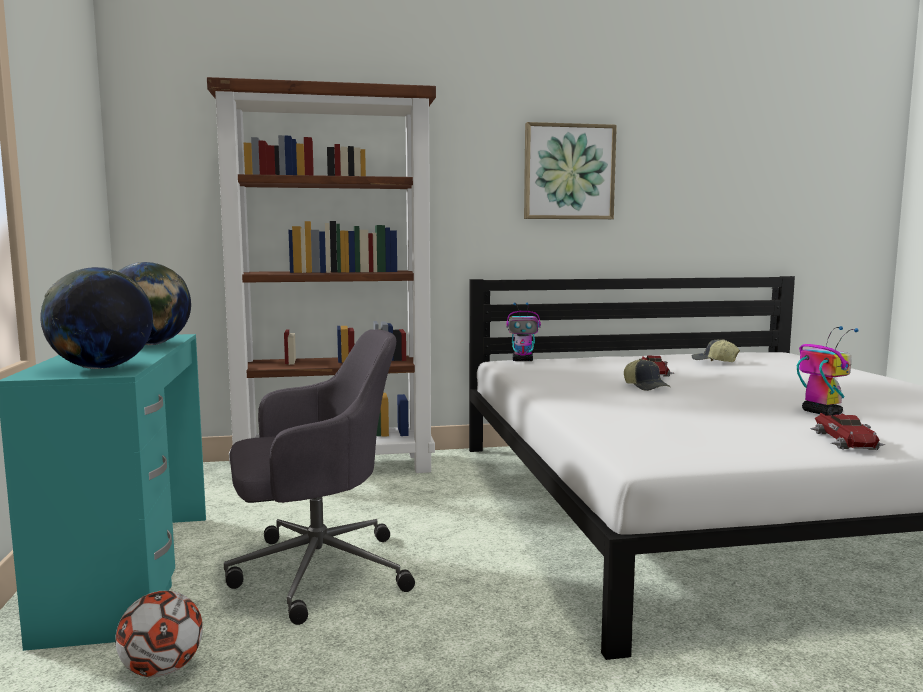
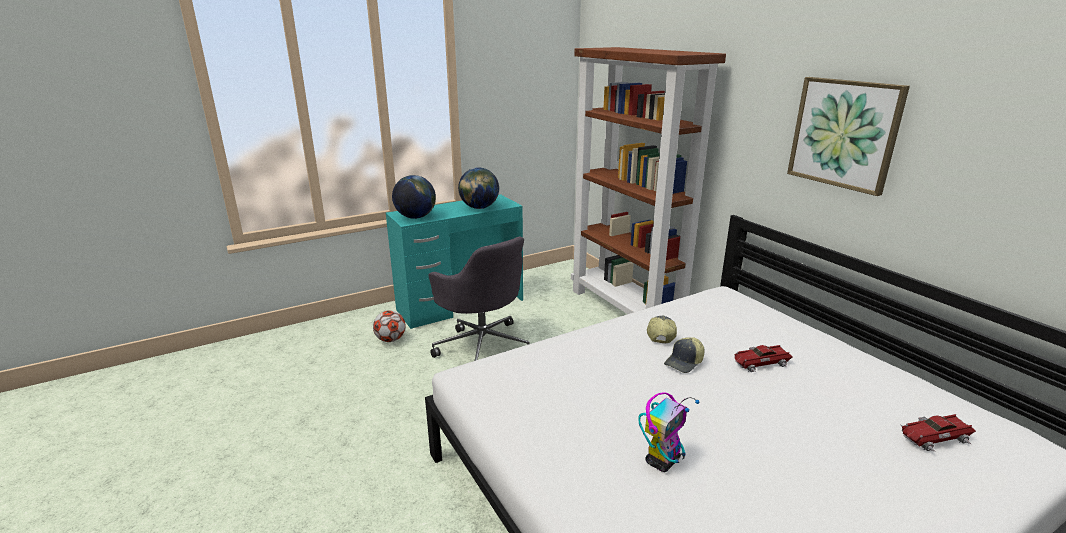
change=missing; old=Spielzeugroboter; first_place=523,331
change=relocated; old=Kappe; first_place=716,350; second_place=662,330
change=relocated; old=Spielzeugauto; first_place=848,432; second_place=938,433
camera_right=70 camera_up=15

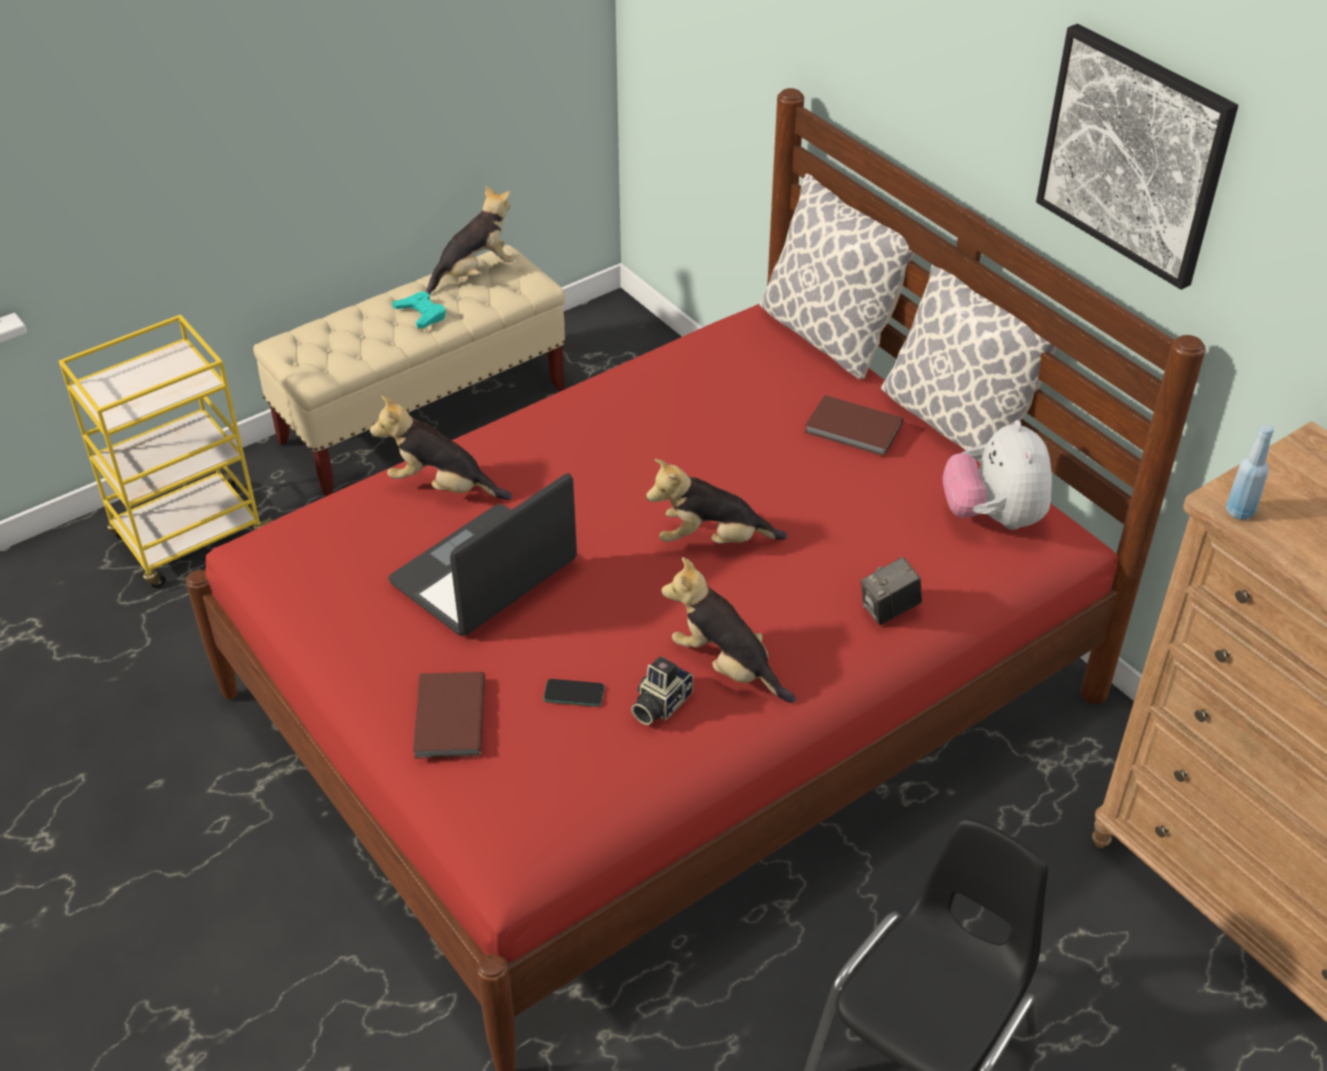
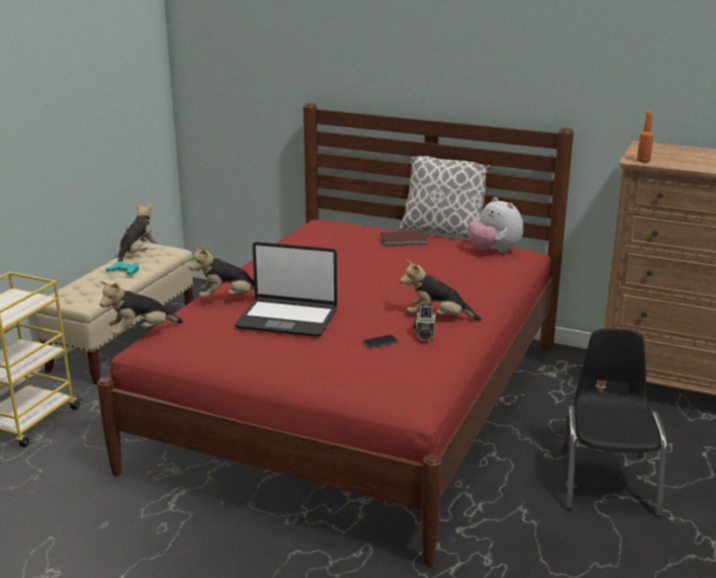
change=missing; old=Buch (braun); first_place=449,715
change=missing; old=Kissen; first_place=837,276
change=missing; old=Kamera; first_place=891,591
change=missing; old=Bild; first_place=1137,157
change=relocated; old=Plüschtier; first_place=716,501; second_place=141,308
change=colour; old=Flasche (blau); new=Flasche (orange); first_place=1250,472; second_place=645,136
change=spun; old=Laptop; first_place=482,554; second_place=286,289; degrees=-90
camera_right=-30 camera_up=-20

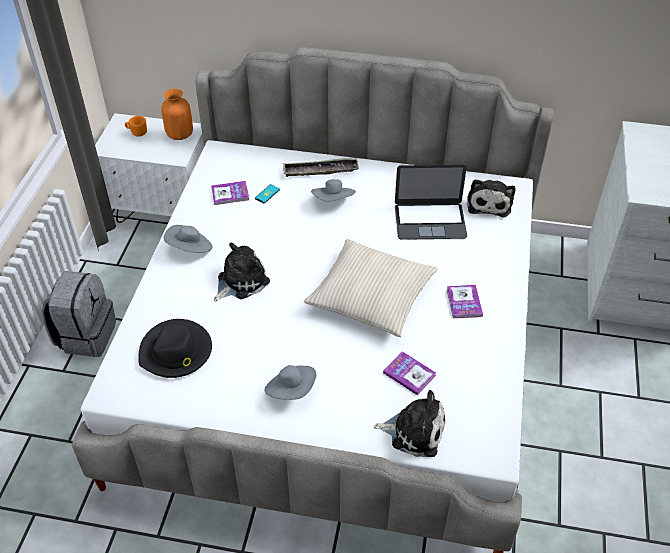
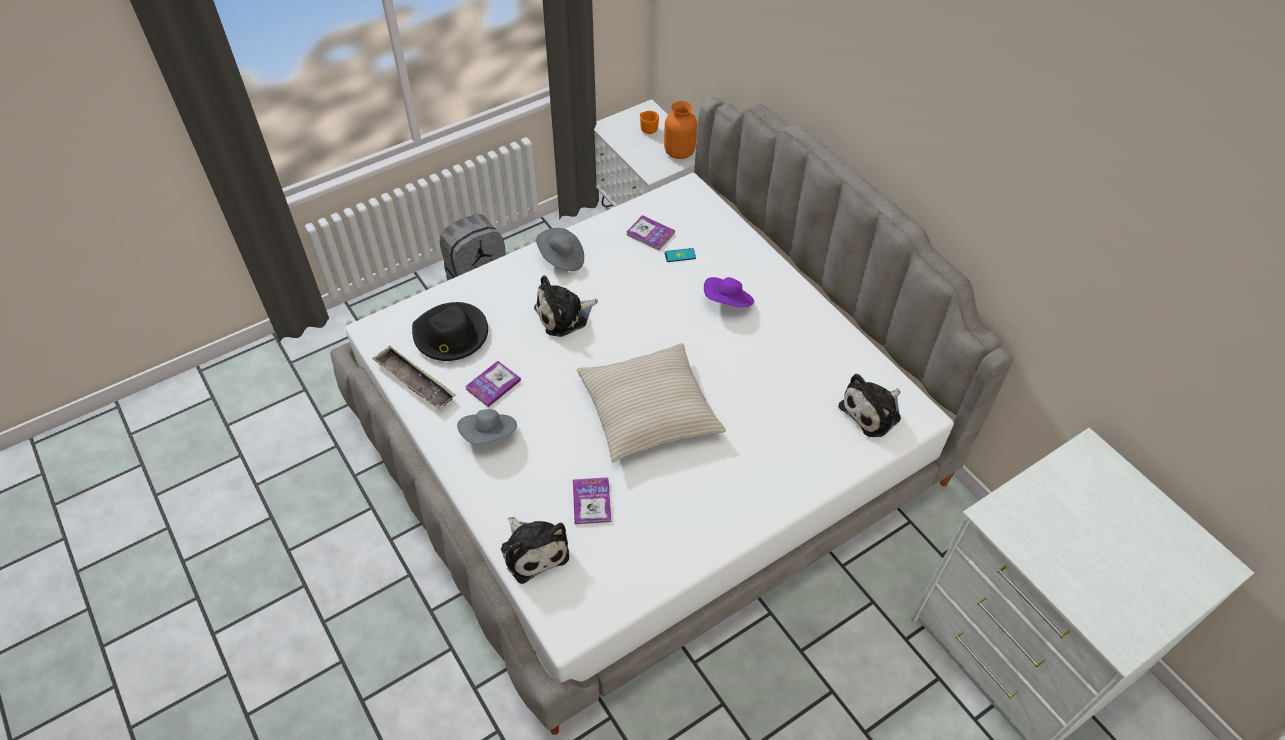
change=missing; old=Laptop; first_place=431,202
change=relocated; old=Tablett; first_place=321,167; second_place=414,377
change=relocated; old=Buch; first_place=465,301; second_place=493,384
change=colour; old=Hut (grau); new=Hut (lila); first_place=333,190; second_place=729,292
change=spun; old=Plüschtier; first_place=242,272; second_place=566,306; degrees=150
camera_right=45 camera_up=5

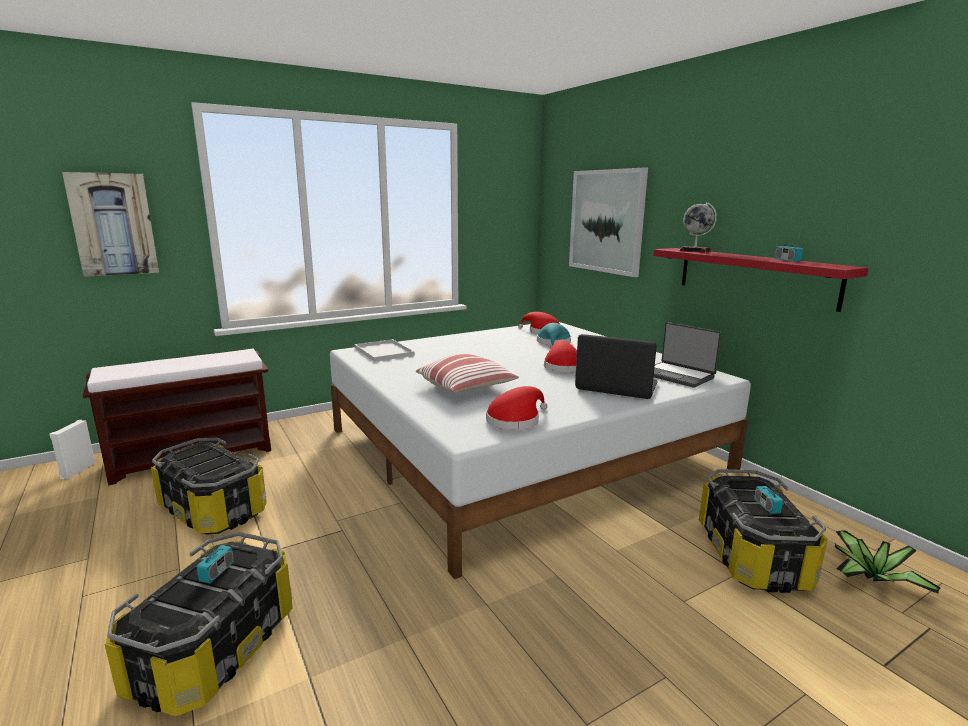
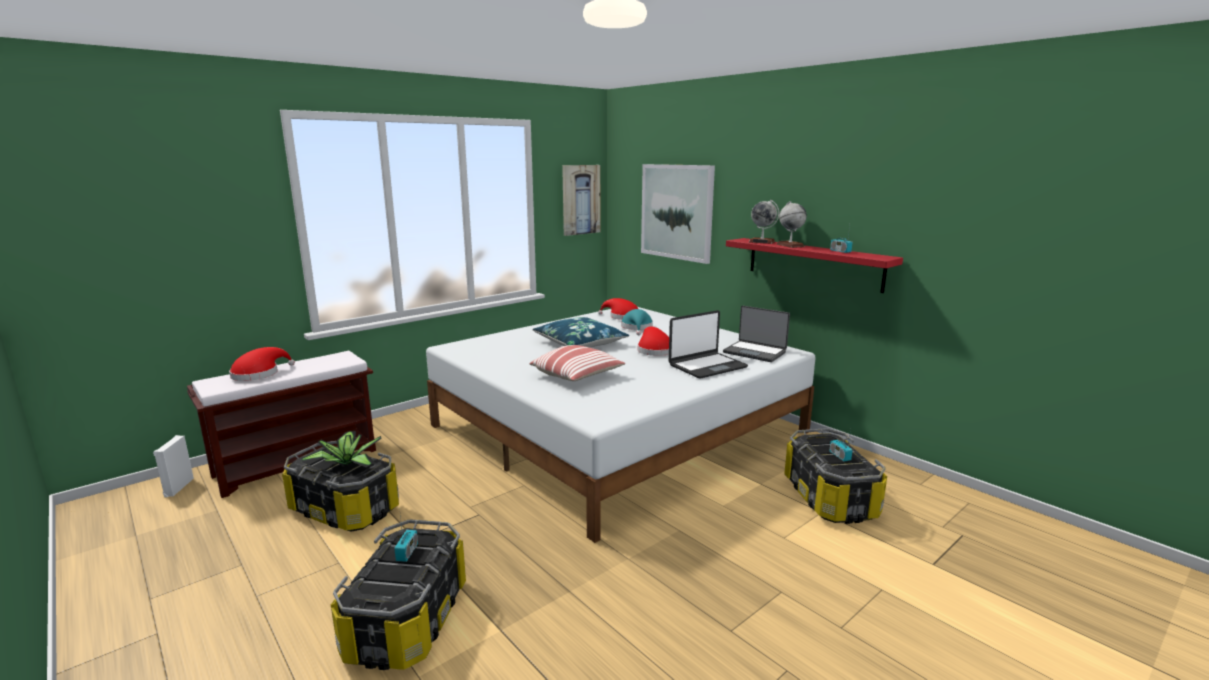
change=missing; old=Tablett (weiß); first_place=385,350
change=appeared; new=Kissen (blau); second_place=580,332
change=appeared; new=Globus; second_place=791,224
change=relocated; old=Bild; first_place=110,224; second_place=581,200
change=relocated; old=Hut (rot); first_place=516,408; second_place=262,364
change=relocated; old=Topfpflanze; first_place=887,562; second_place=341,449
change=spun; old=Laptop; first_place=616,366; second_place=708,344; degrees=135
camera_right=-10 camera_up=0

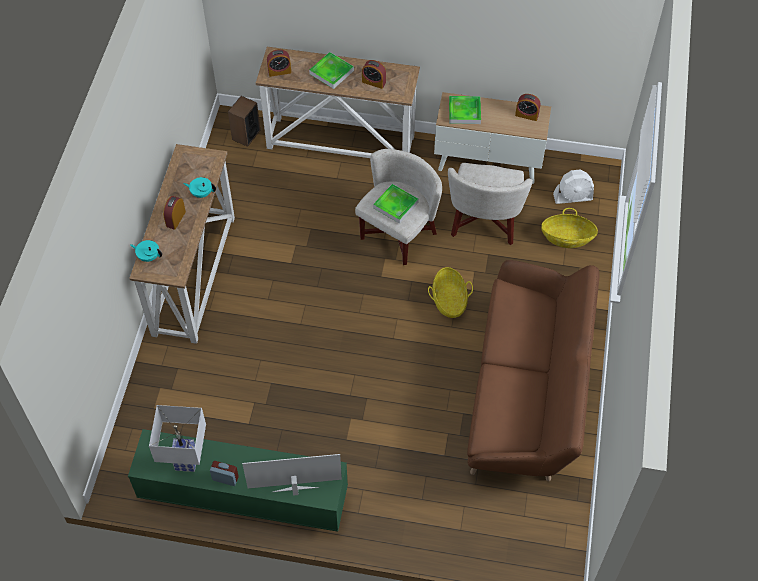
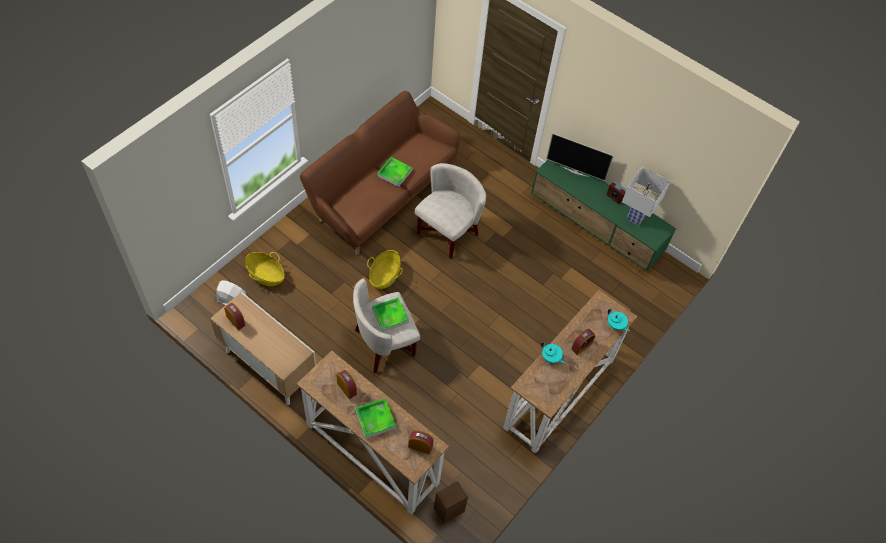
change=relocated; old=Sessel (weiß); first_place=490,204; second_place=450,210
change=relocated; old=Tablett; first_place=465,110; second_place=394,172
camera_right=-155 camera_up=0

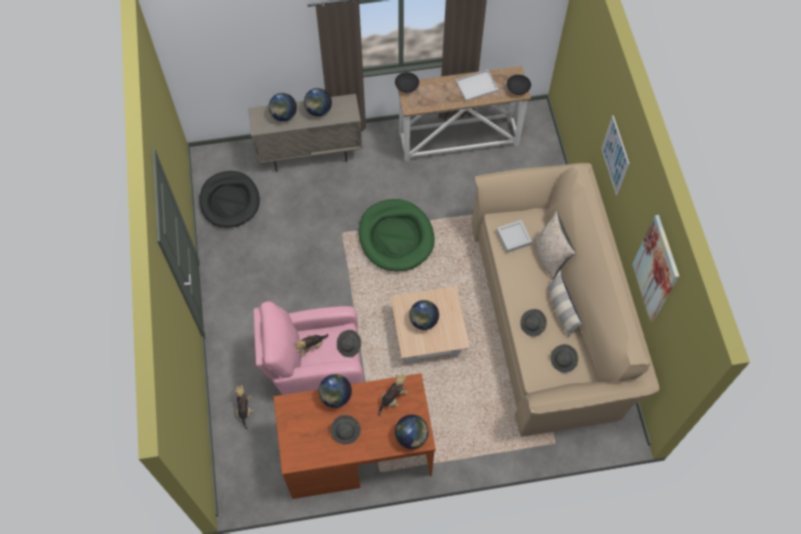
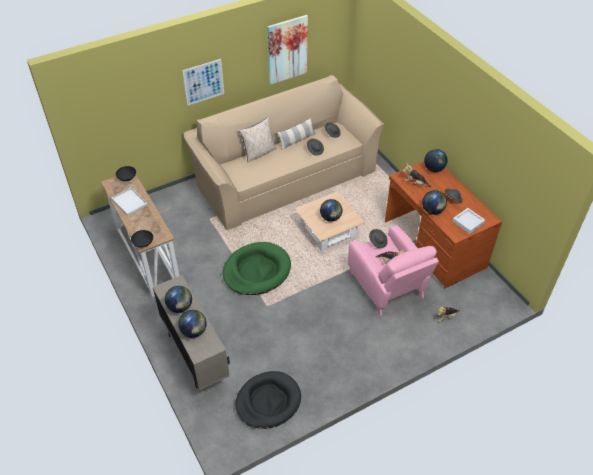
change=relocated; old=Tablett (grau); first_place=514,236; second_place=468,221
camera_right=-110 camera_up=-15

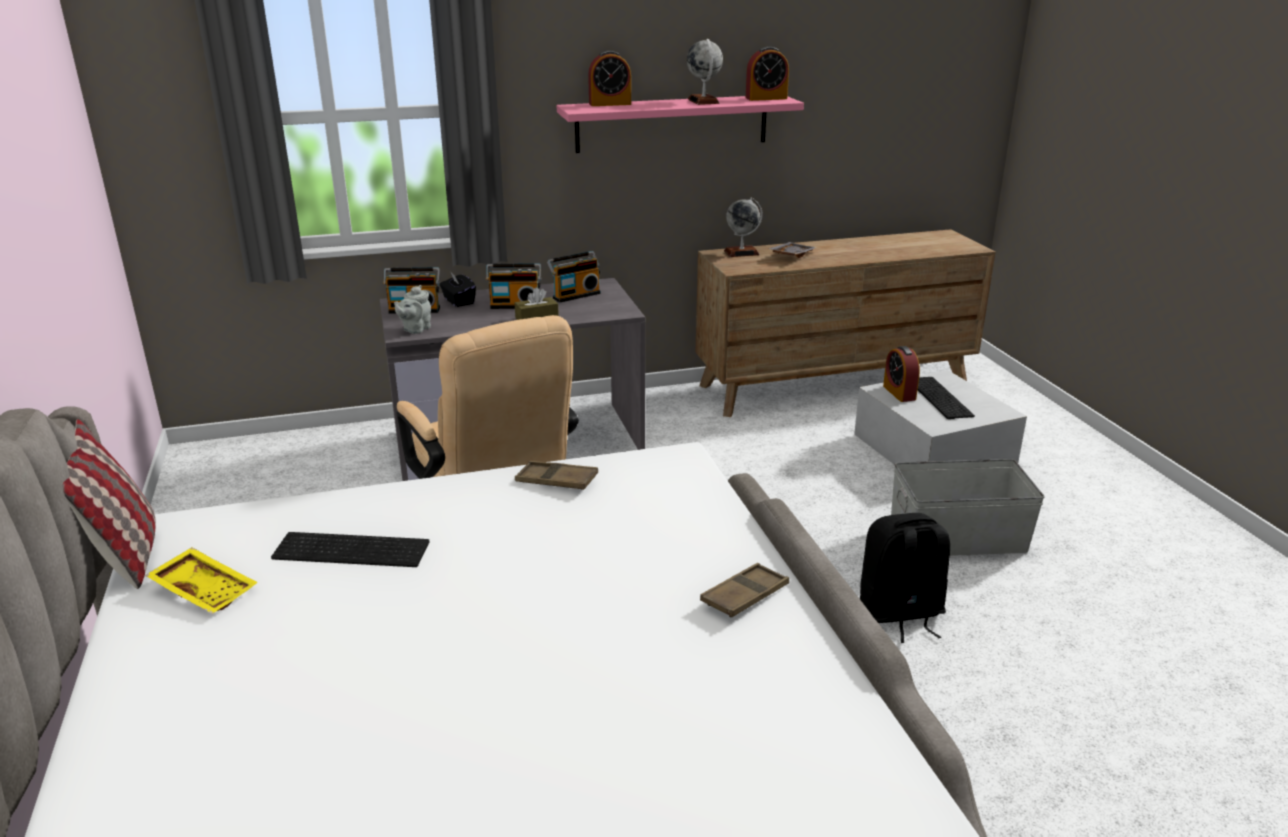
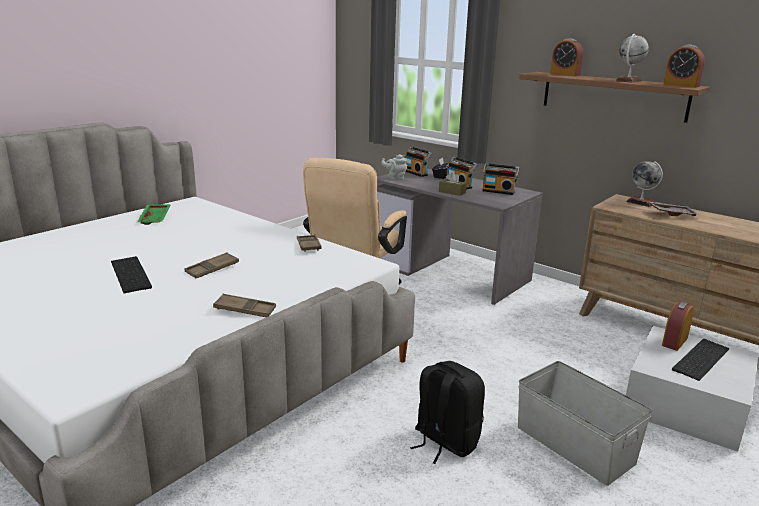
change=missing; old=Kissen; first_place=109,504
change=appeared; new=Tablett (braun); second_place=211,265
change=relocated; old=Tastatur; first_place=350,549; second_place=131,274
change=colour; old=Tablett (gelb); new=Tablett (grün); first_place=201,580; second_place=154,214
change=colour; old=Wandregal (rosa); new=Wandregal (braun); first_place=680,124; second_place=614,97
camera_right=55 camera_up=-5

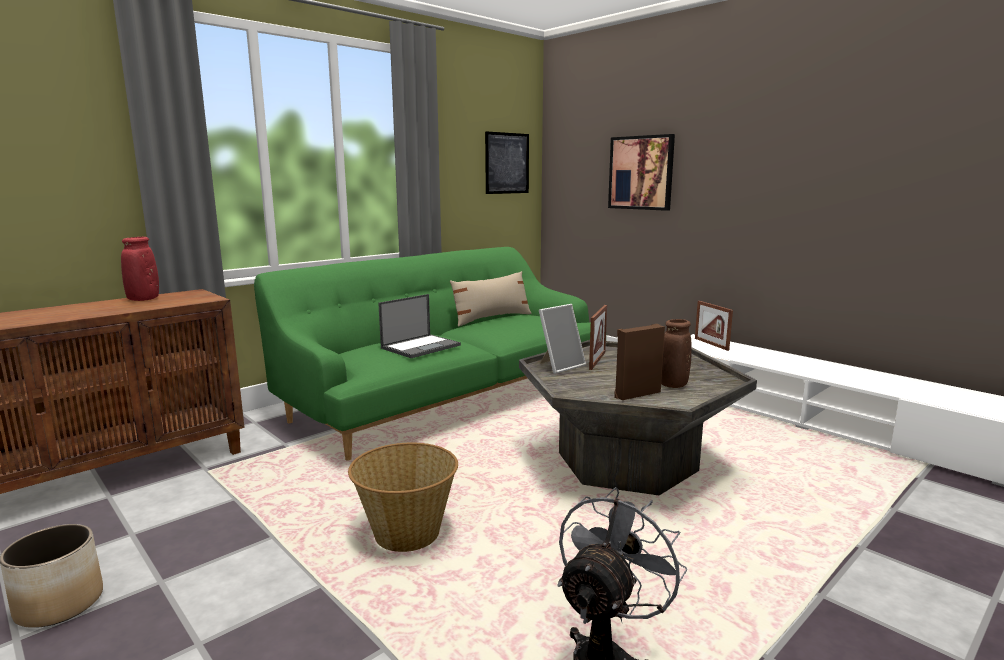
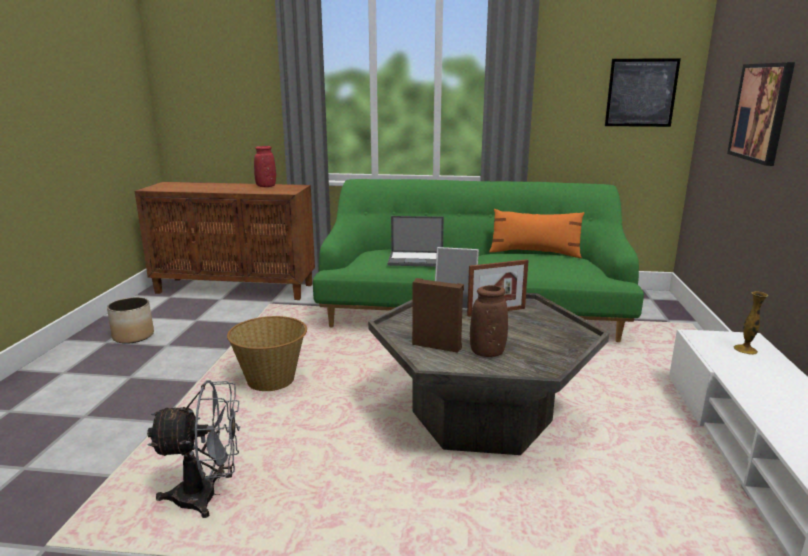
change=exchanged; old=Bilderrahmen; new=Vase; first_place=714,326; second_place=751,323
change=colour; old=Kissen (beige); new=Kissen (orange); first_place=491,299; second_place=537,233
camera_right=50 camera_up=5

